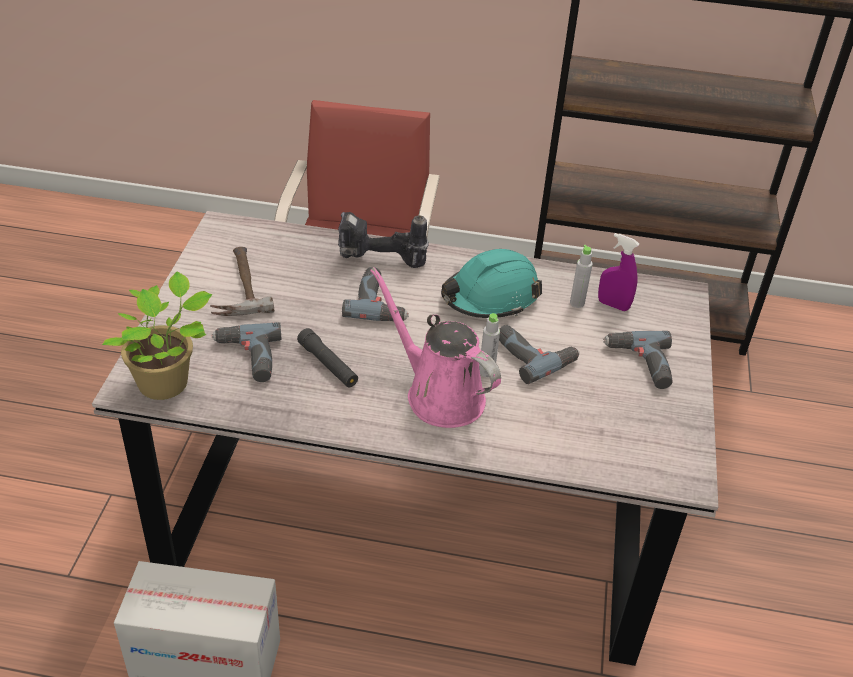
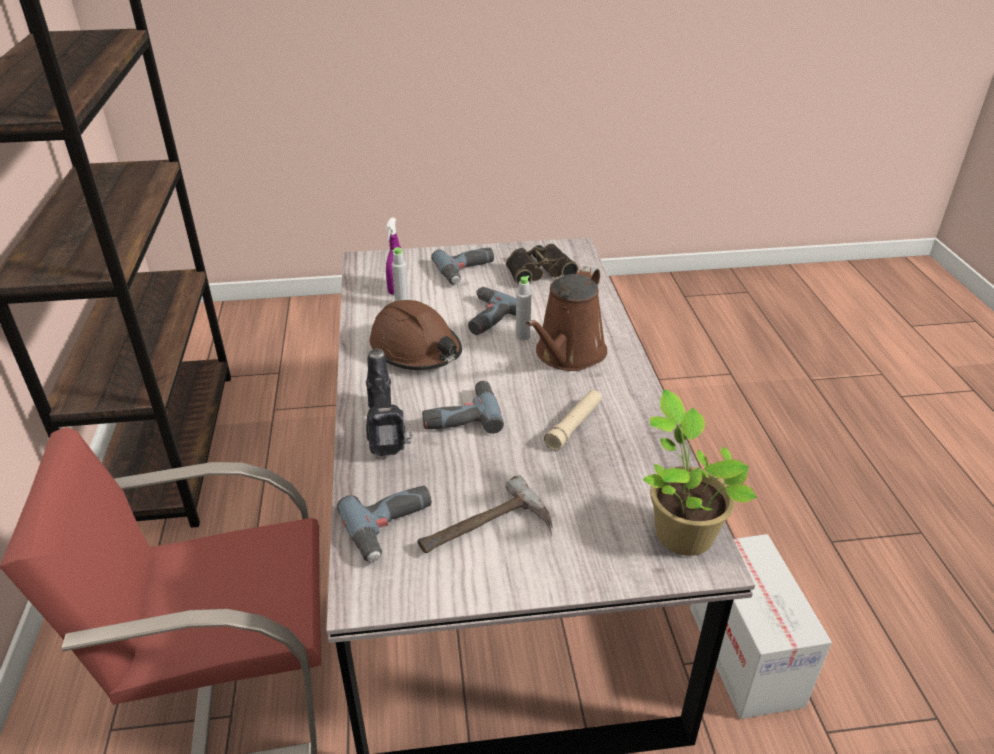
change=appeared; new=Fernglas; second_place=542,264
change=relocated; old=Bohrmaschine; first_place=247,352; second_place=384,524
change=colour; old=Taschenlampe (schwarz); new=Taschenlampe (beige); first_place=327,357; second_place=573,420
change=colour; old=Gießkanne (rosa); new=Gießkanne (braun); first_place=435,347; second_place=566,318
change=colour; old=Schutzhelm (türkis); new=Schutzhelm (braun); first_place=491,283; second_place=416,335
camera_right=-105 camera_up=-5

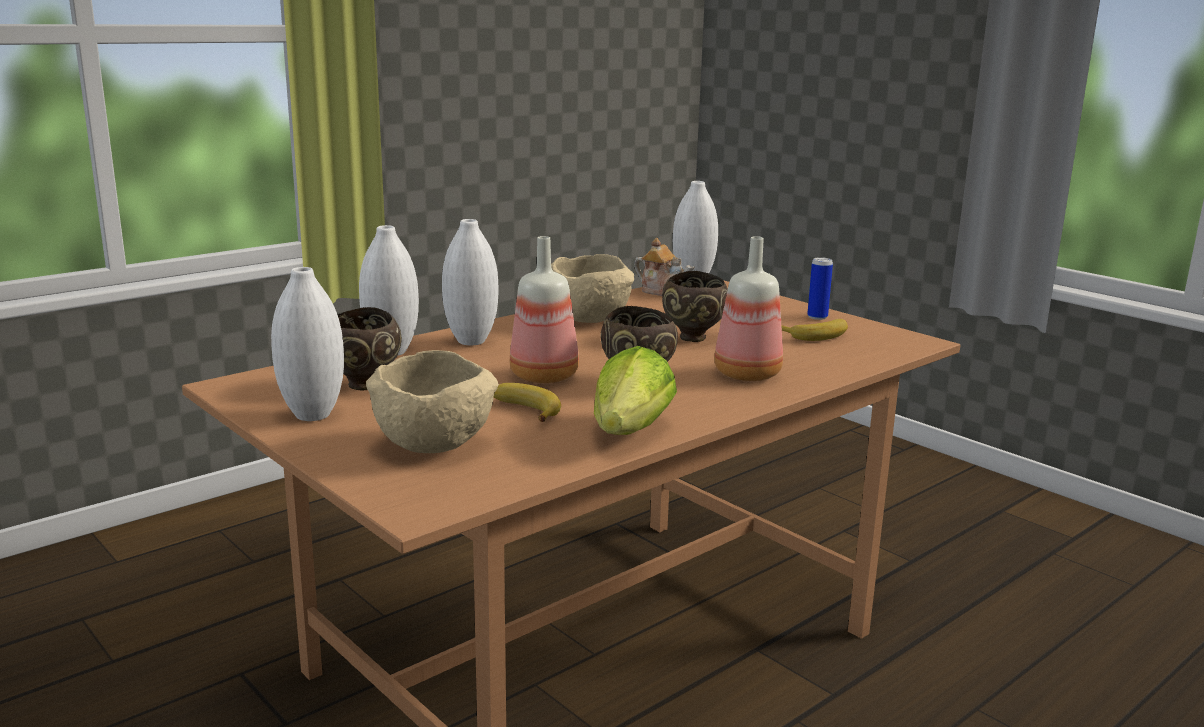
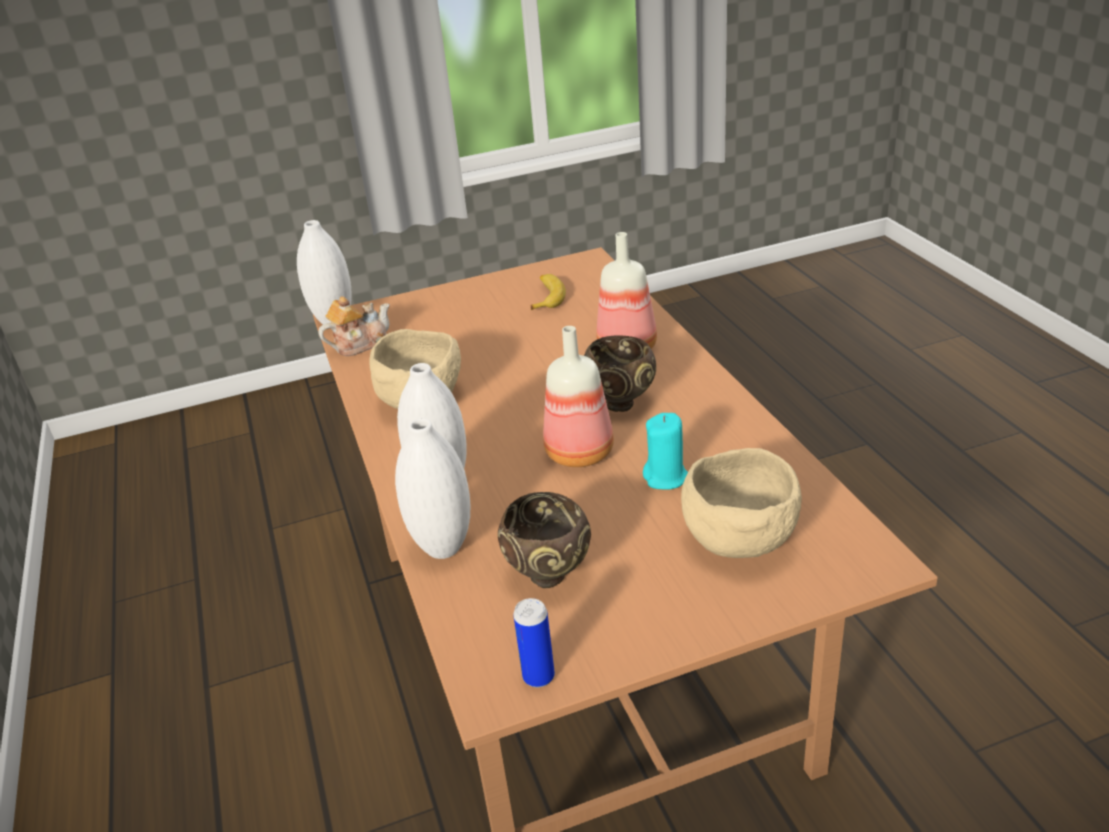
change=missing; old=Vase (weiß); first_place=307,344
change=missing; old=Salatkopf; first_place=635,390
change=missing; old=Schüssel (braun); first_place=695,306
change=relocated; old=Dose; first_place=820,288; second_place=534,642
change=exchanged; old=Banane; new=Kerze (türkis); first_place=527,402; second_place=665,451
camera_right=-65 camera_up=15

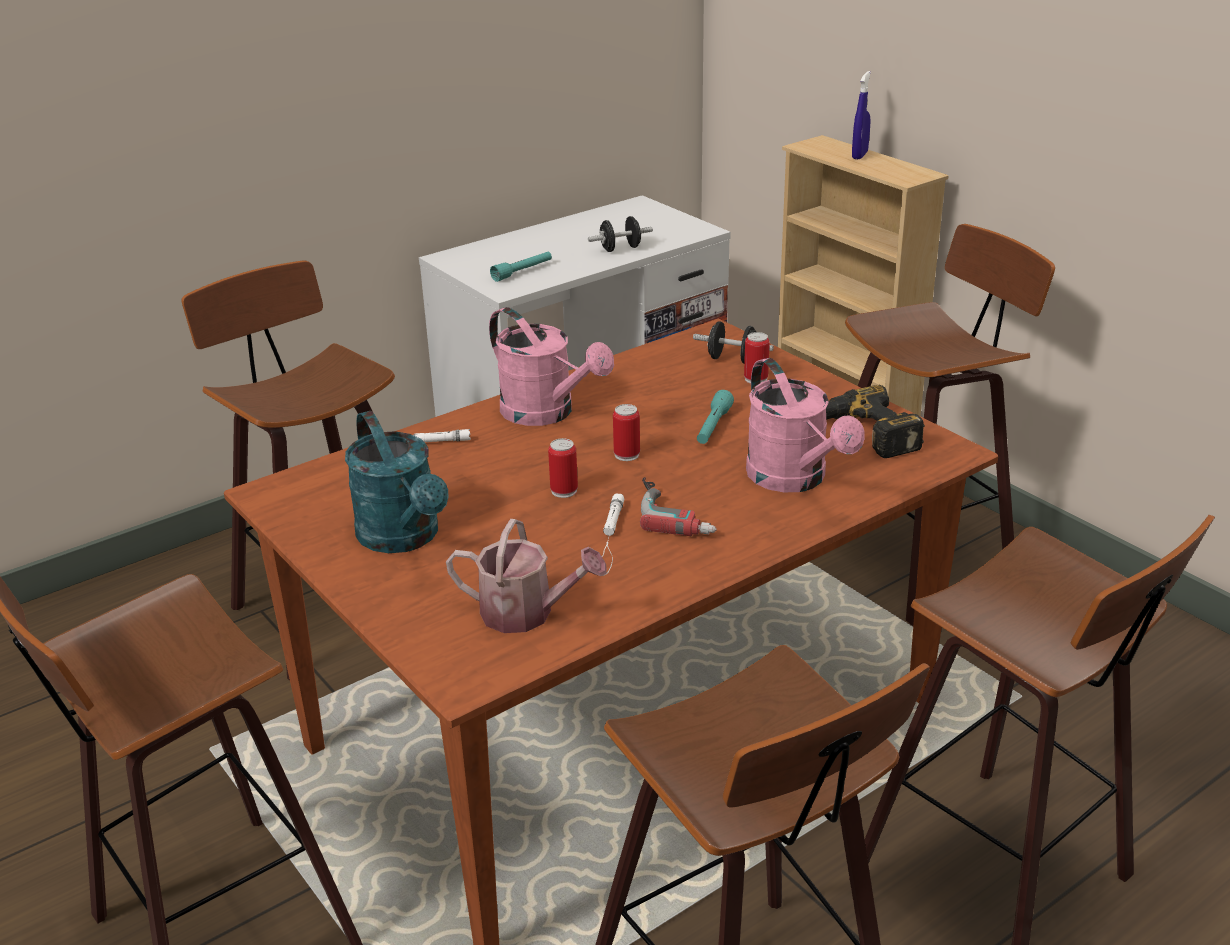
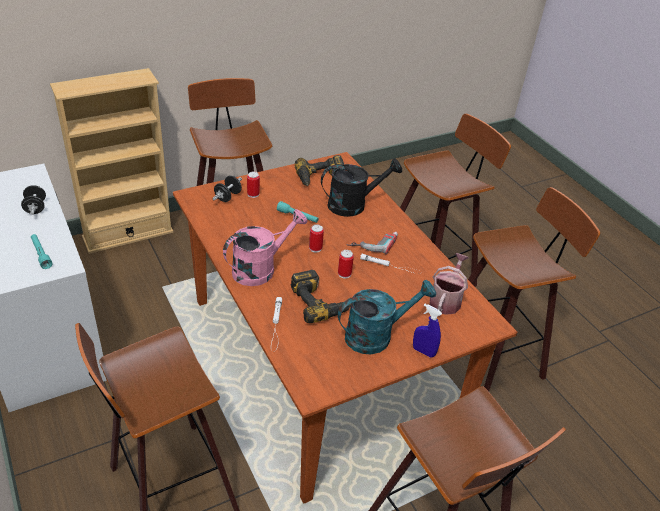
change=appeared; new=Bohrmaschine; second_place=321,296
change=relocated; old=Sprühflasche (blau); first_place=861,115; second_place=427,331
change=colour; old=Gießkanne (rosa); new=Gießkanne (schwarz); first_place=805,425; second_place=361,188
camera_right=-85 camera_up=10

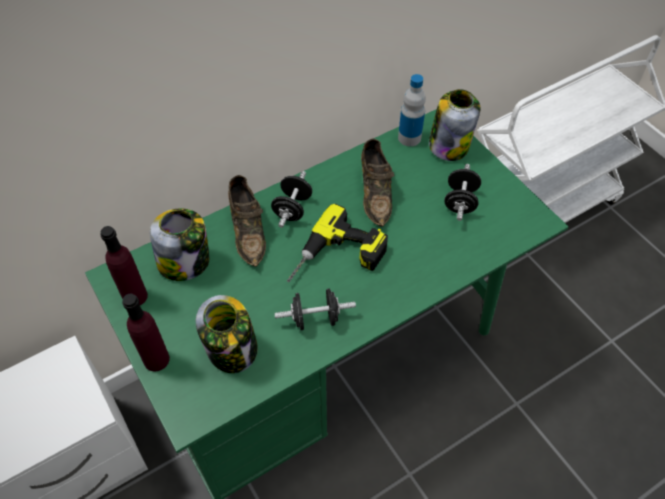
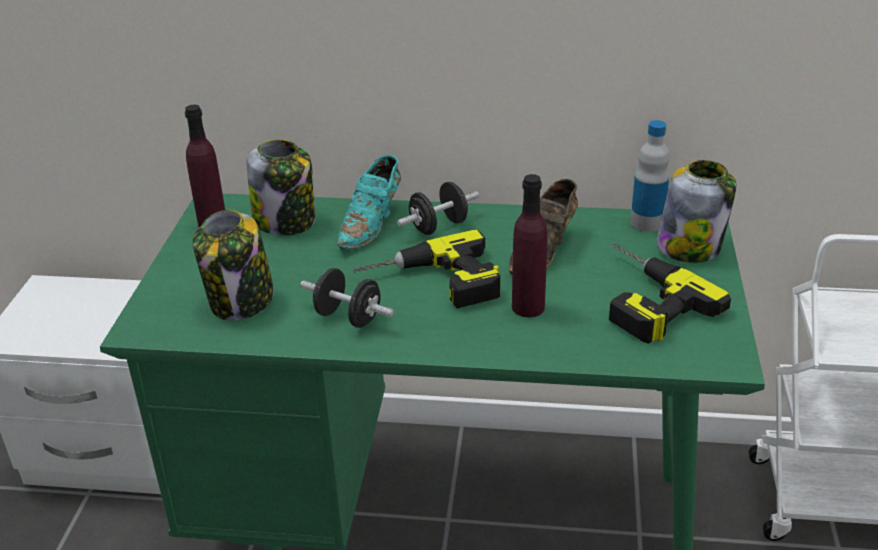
change=relocated; old=Flasche (lila); first_place=146,332; second_place=529,245
change=exchanged; old=Hantel (schwarz); new=Bohrmaschine; first_place=462,192; second_place=670,293
change=colour; old=Schuh (braun); new=Schuh (türkis); first_place=247,221; second_place=369,202
camera_right=40 camera_up=-20

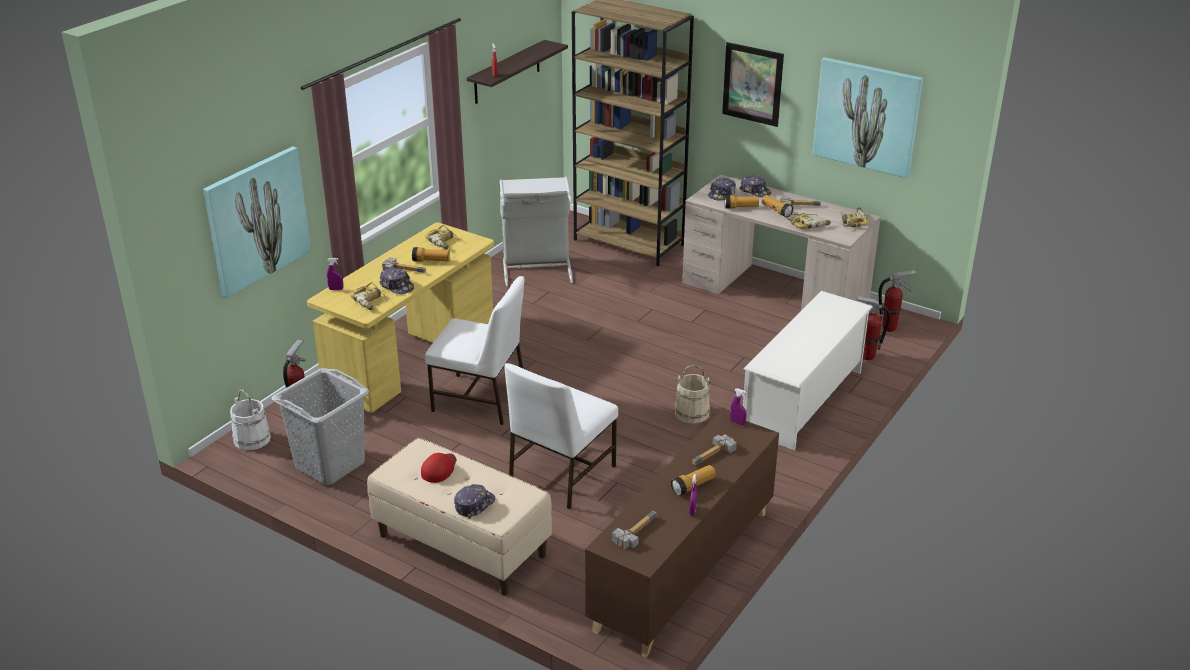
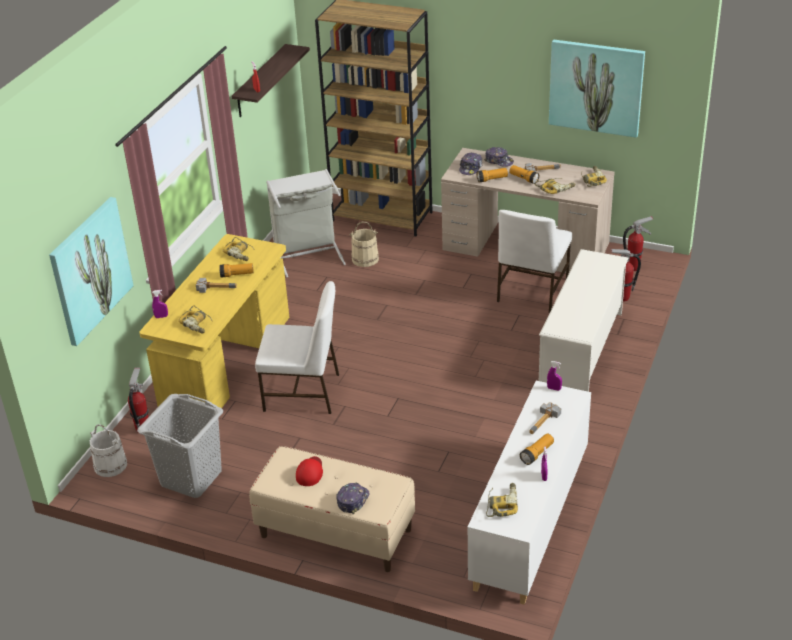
change=missing; old=Kappe; first_place=396,281
change=missing; old=Bild; first_place=753,84
change=relocated; old=Stuhl (weiß); first_place=561,436; second_place=534,261
change=relocated; old=Eimer (beige); first_place=693,394; second_place=364,244
change=exchanged; old=Hammer; new=Bohrmaschine; first_place=634,530; second_place=502,500
change=colour; old=Schrank (braun); new=Schrank (weiß); first_place=682,534; second_place=529,493
camera_right=-10 camera_up=5

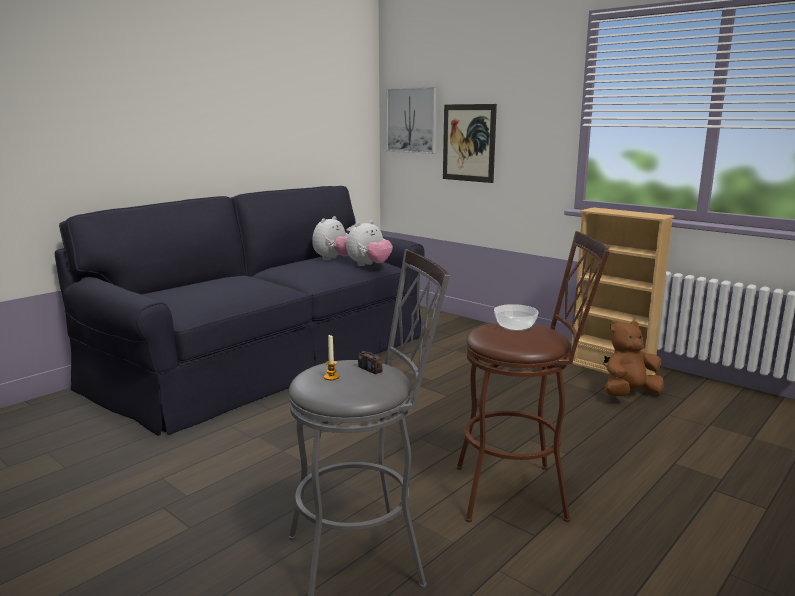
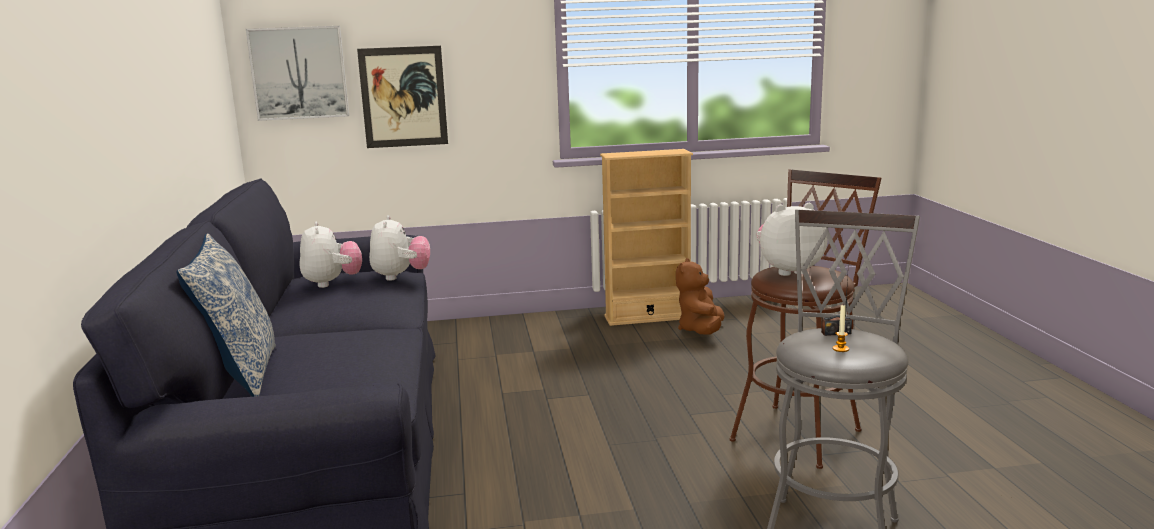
change=appeared; new=Kissen; second_place=226,315
change=exchanged; old=Schüssel; new=Plüschtier; first_place=516,317; second_place=792,239
camera_right=-50 camera_up=0

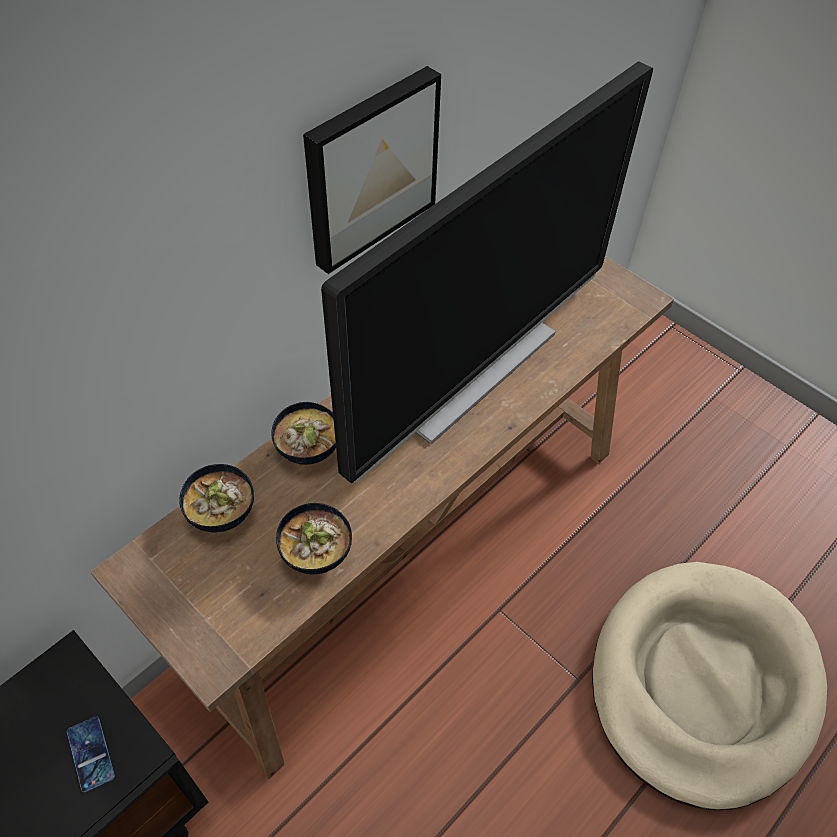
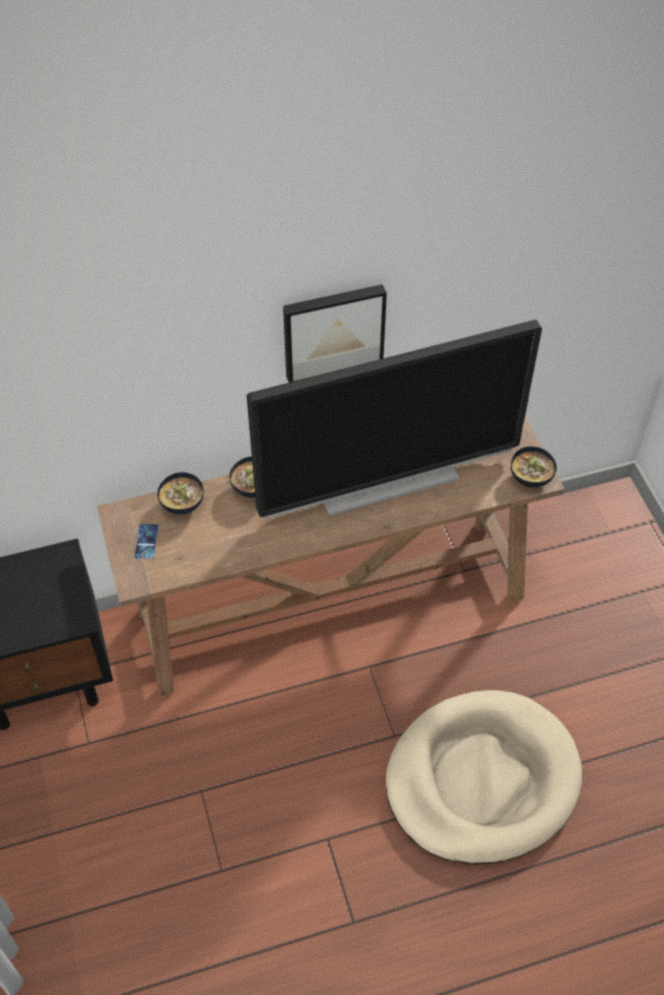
change=relocated; old=Handy; first_place=91,754; second_place=146,541
change=relocated; old=Schüssel; first_place=314,539; second_place=534,467
camera_right=30 camera_up=0

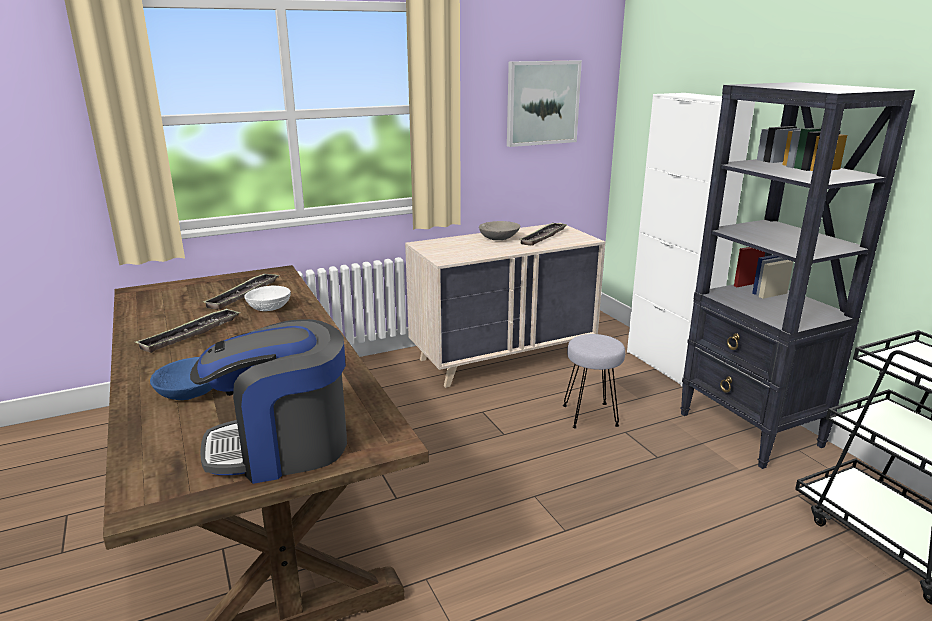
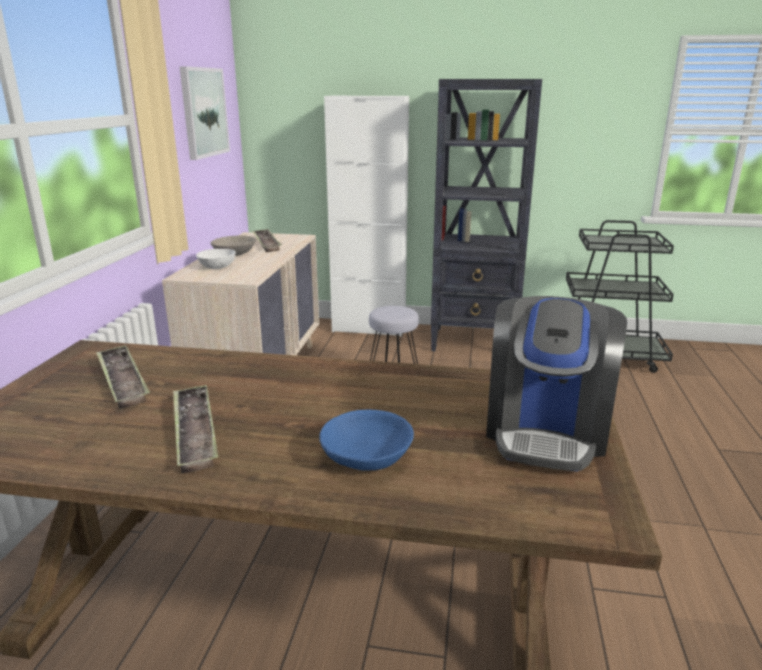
change=relocated; old=Schüssel (weiß); first_place=267,298; second_place=216,259
camera_right=-55 camera_up=0

